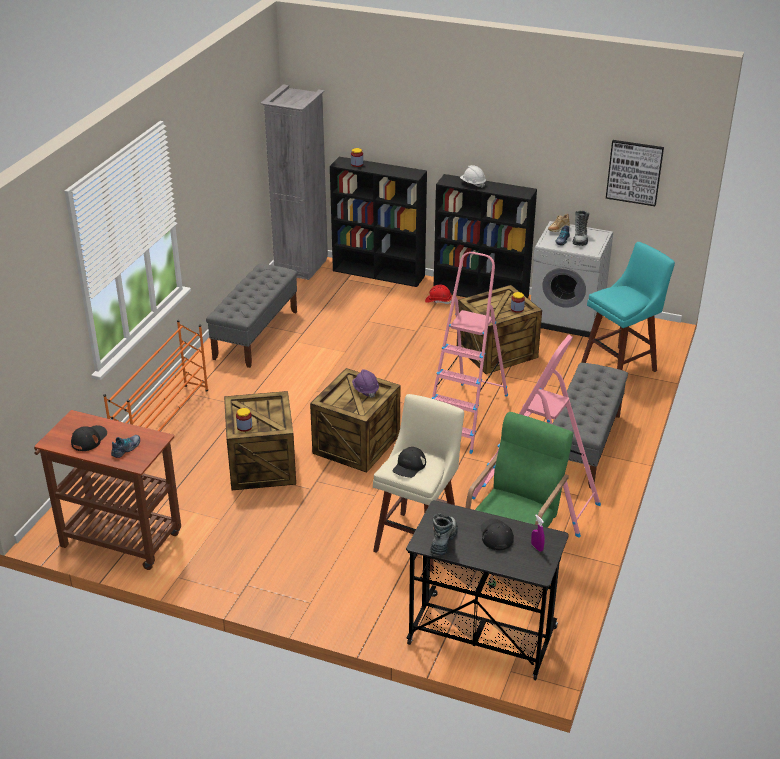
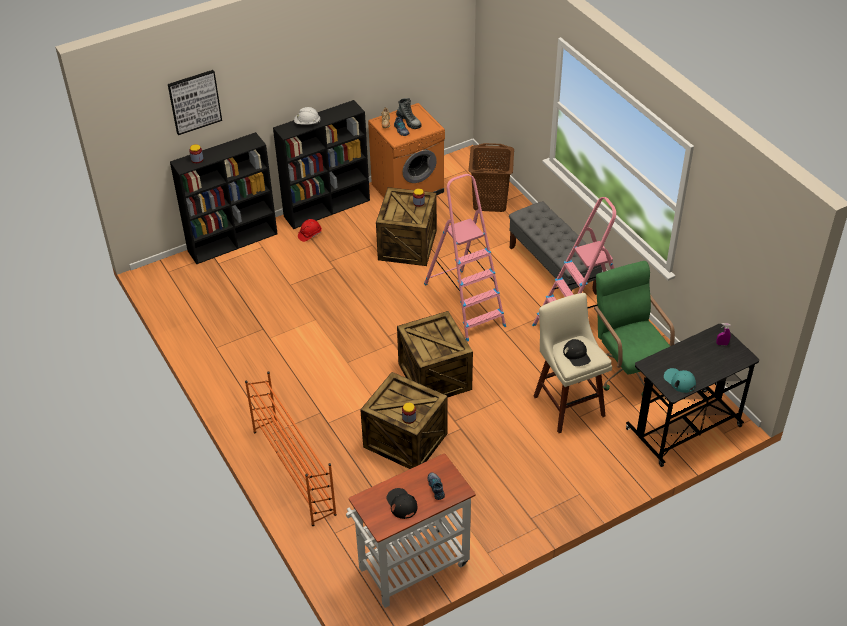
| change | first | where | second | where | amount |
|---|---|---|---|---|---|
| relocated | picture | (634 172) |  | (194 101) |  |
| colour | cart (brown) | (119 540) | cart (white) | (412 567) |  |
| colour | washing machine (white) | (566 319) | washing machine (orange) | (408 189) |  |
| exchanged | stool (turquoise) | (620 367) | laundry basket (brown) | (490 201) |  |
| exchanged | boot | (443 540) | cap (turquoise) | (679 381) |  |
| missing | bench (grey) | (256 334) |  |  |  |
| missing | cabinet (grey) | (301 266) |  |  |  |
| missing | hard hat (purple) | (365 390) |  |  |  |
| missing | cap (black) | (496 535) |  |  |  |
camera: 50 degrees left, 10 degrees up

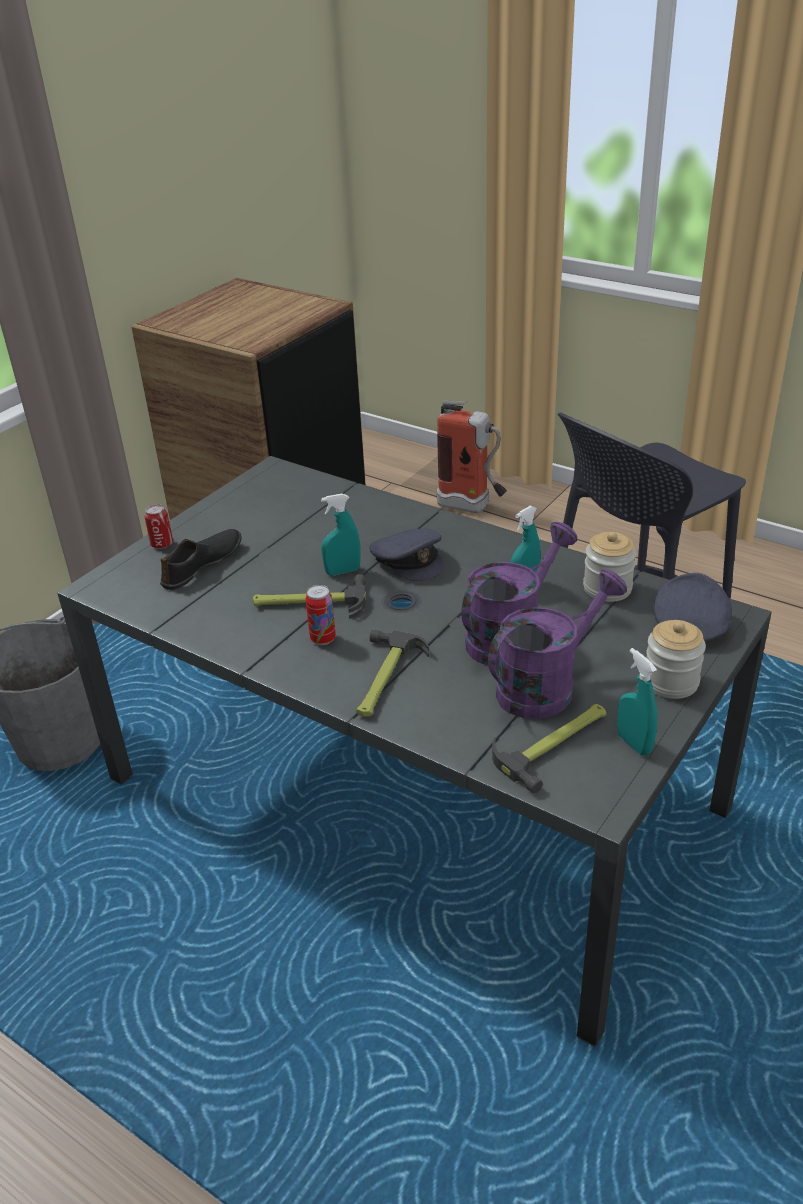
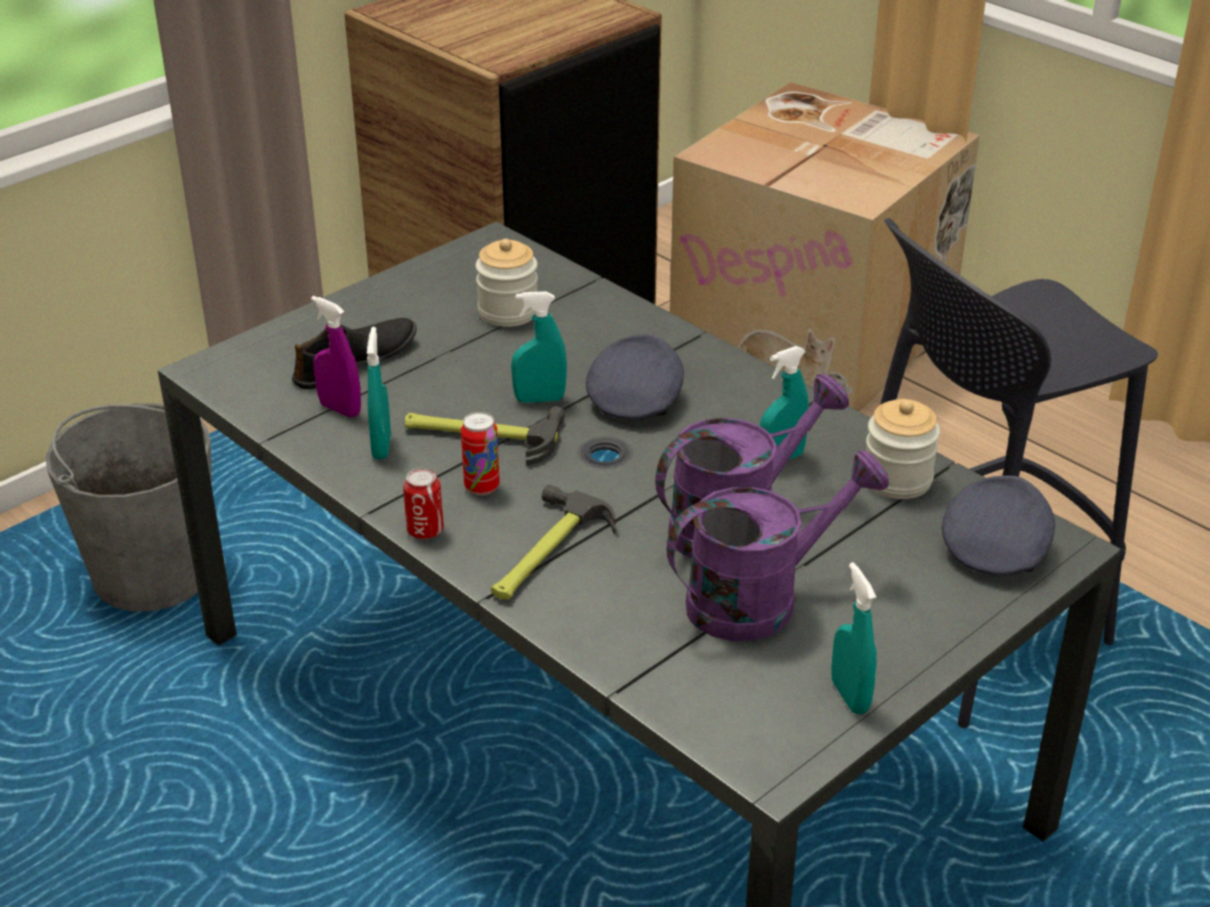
| change | first | where | second | where | amount |
|---|---|---|---|---|---|
| appeared |  |  | spray bottle (purple) | (340 409) |  |
| appeared |  |  | spray bottle (turquoise) | (381 447) |  |
| relocated | can | (162 544) |  | (425 530) |  |
| relocated | jar | (671 682) |  | (508 312) |  |
| spun | cap (grey) | (409 560) |  | (635 398) | 135 degrees counterclockwise |
| exchanged | fire extinguisher | (472 507) | cardboard box | (817 334) |  |
| missing | hammer | (555 744) |  |  |  |
camera: 10 degrees right, 0 degrees up

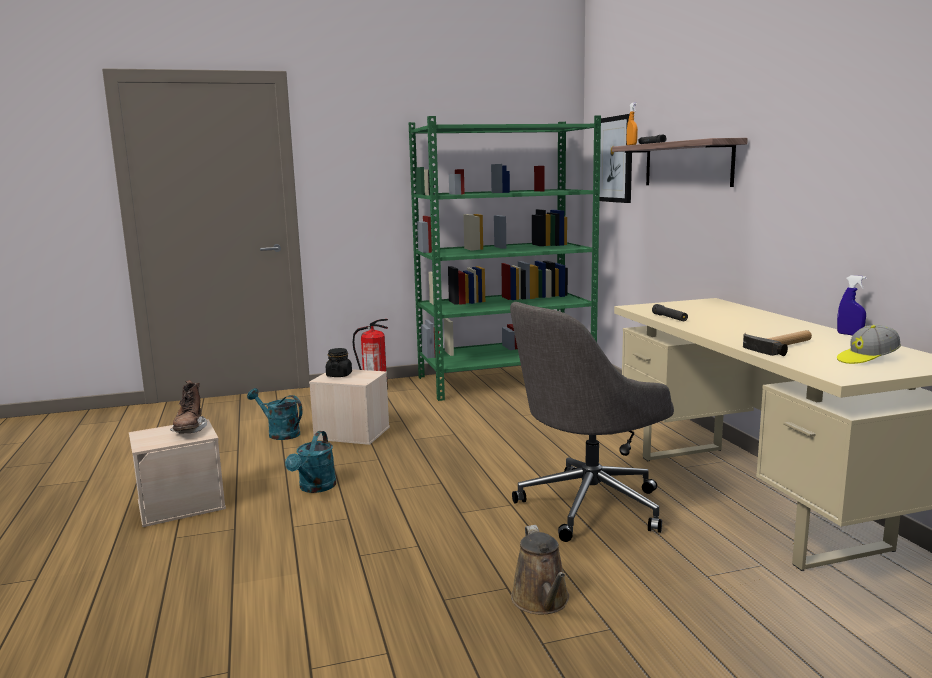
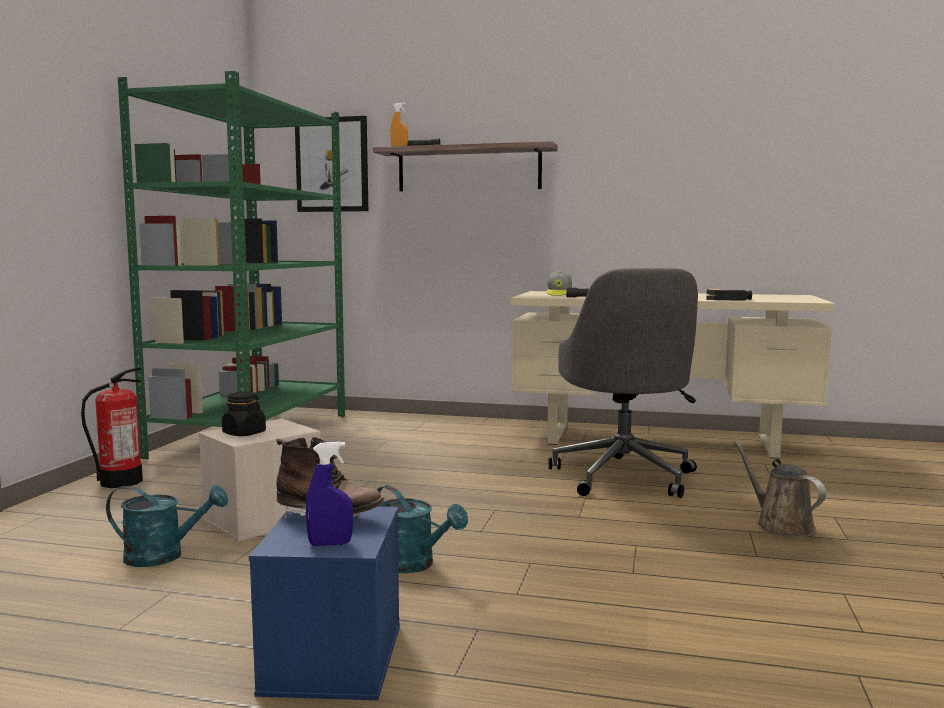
| change | first | where | second | where | amount |
|---|---|---|---|---|---|
| spun | watering can (turquoise) | (279 433) |  | (164 556) | 150 degrees counterclockwise |
| colour | storage box (beige) | (182 504) | storage box (blue) | (331 657) |  |
| relocated | spray bottle (blue) | (849 334) |  | (330 544) |  |
| relocated | cap | (866 359) |  | (558 294) |  |
| spun | watering can (brown) | (542 601) |  | (780 525) | 135 degrees counterclockwise |
camera: 60 degrees left, 5 degrees down

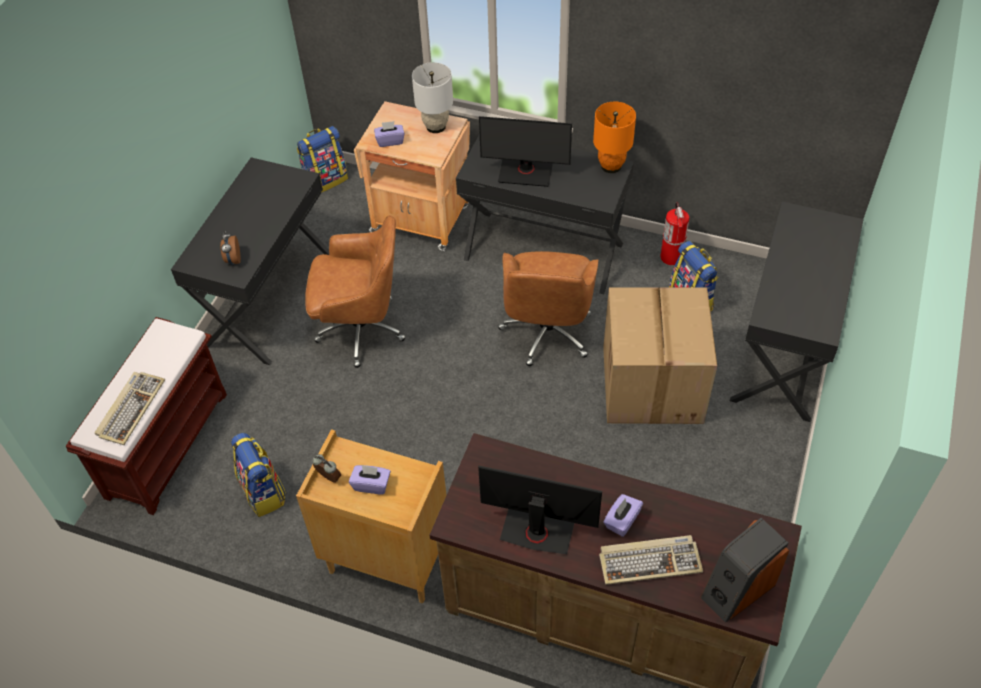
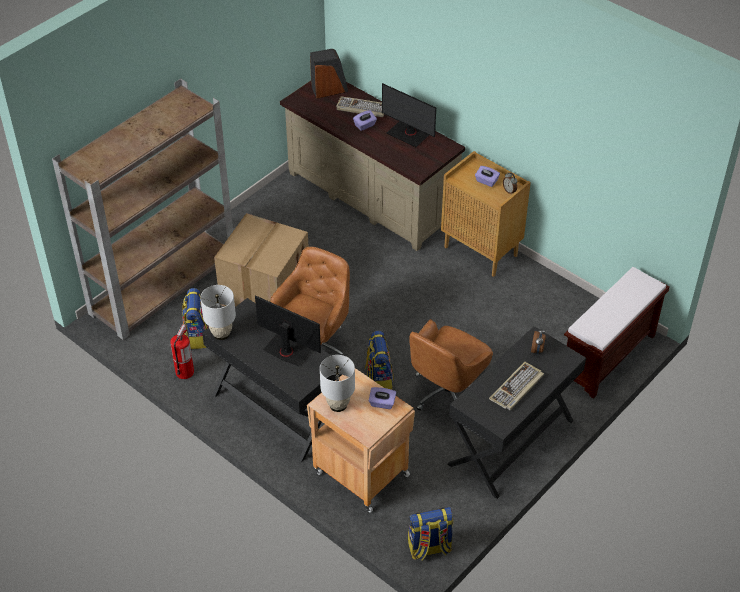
| change | first | where | second | where | amount |
|---|---|---|---|---|---|
| exchanged | desk (black) | (785 350) | bookcase (brown) | (163 284) |  |
| colour | table lamp (orange) | (611 166) | table lamp (white) | (221 333) |  |
| relocated | backpack | (264 492) |  | (378 378) |  |
| spun | office chair (brown) | (361 330) |  | (447 393) | 75 degrees counterclockwise |
| relocated | keyboard | (131 408) |  | (517 388) |  |
camera: 160 degrees left, 5 degrees down

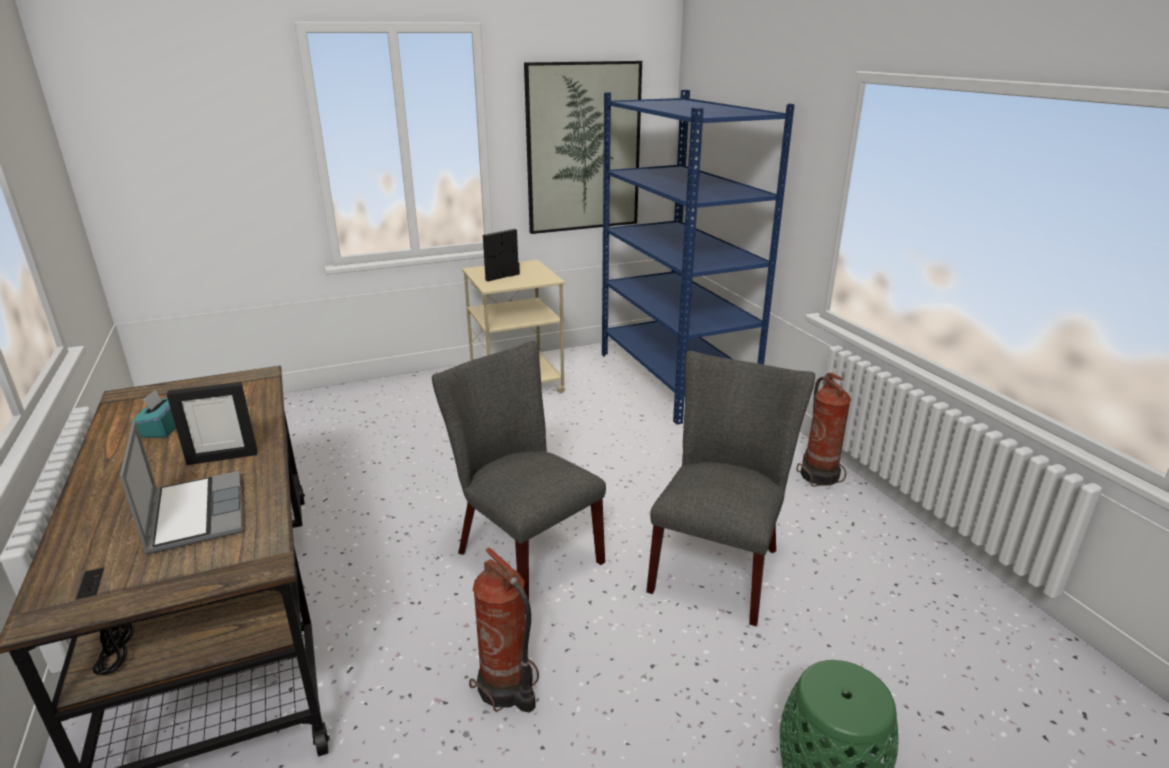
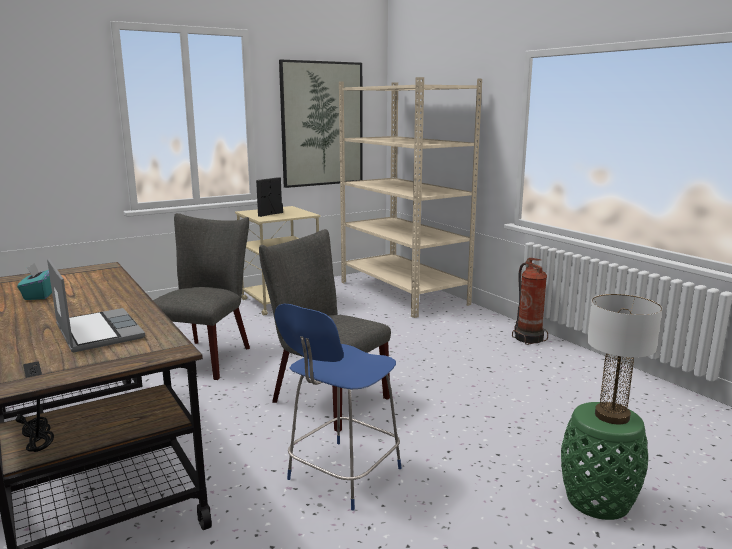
| change | first | where | second | where | amount |
|---|---|---|---|---|---|
| relocated | chair (grey) | (718 564) |  | (207 356) |  |
| exchanged | fire extinguisher | (506 689) | chair (blue) | (342 475) |  |
| colour | bookcase (blue) | (674 379) | bookcase (beige) | (402 293) |  |
| appeared |  |  | table lamp | (612 416) |  |
| missing | picture frame | (222 457) |  |  |  |
camera: 10 degrees left, 10 degrees down

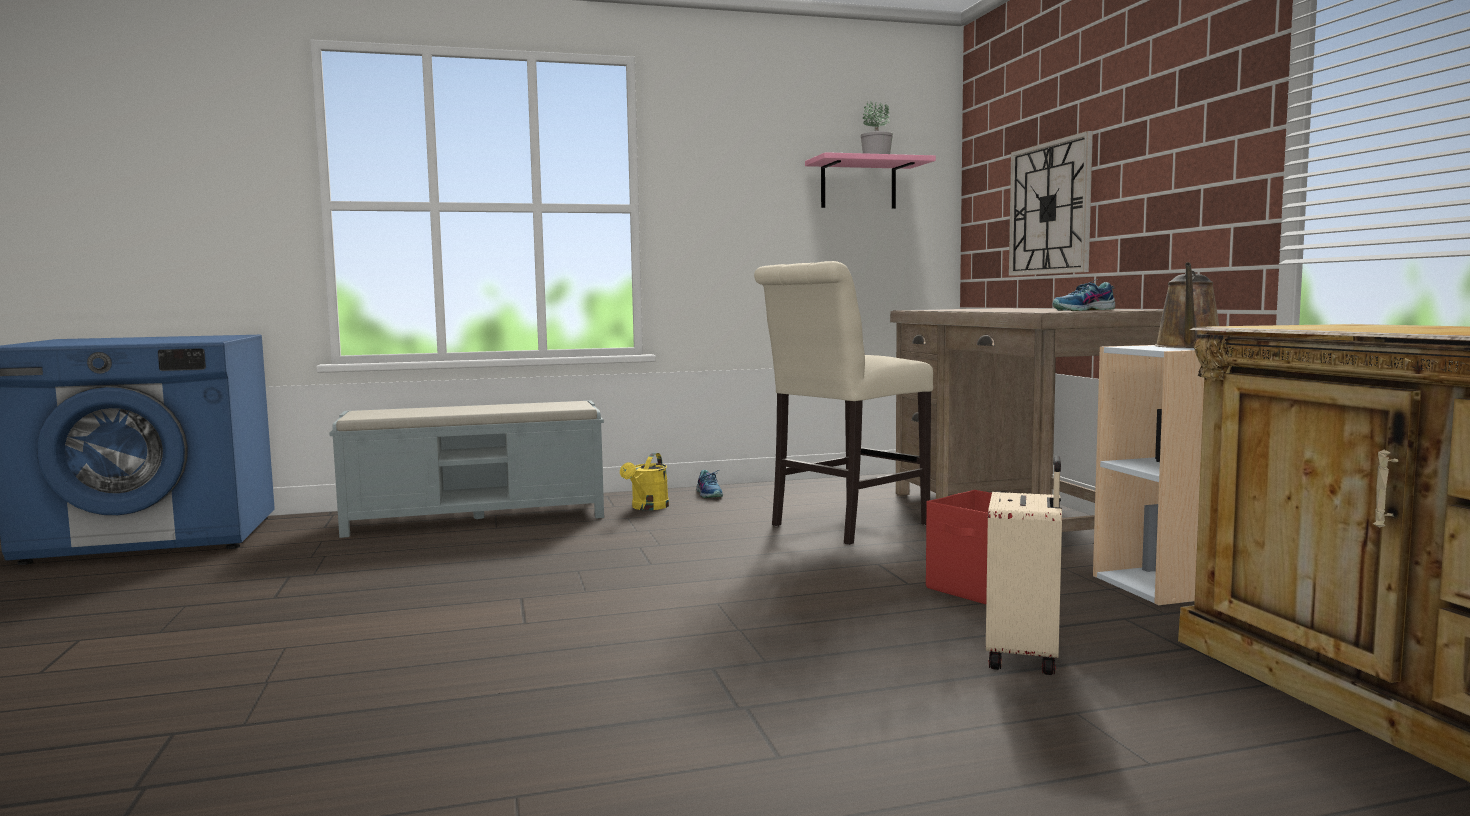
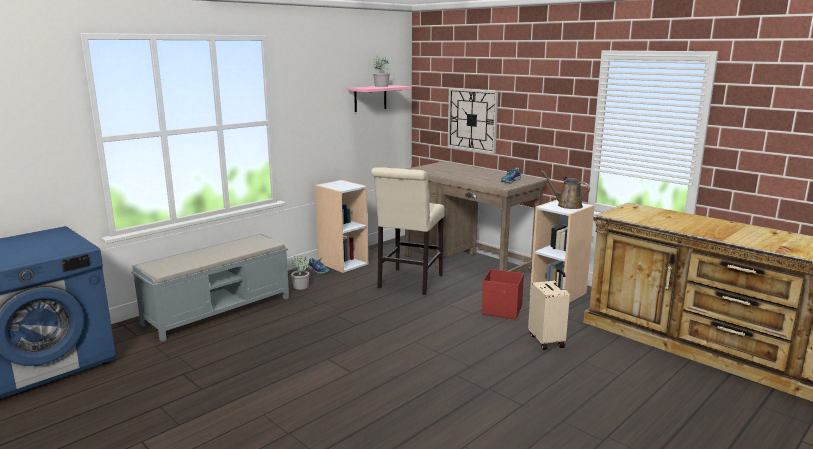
| change | first | where | second | where | amount |
|---|---|---|---|---|---|
| exchanged | watering can (yellow) | (647 507) | potted plant | (301 286) |  |
| appeared |  |  | bookcase | (343 263) |  |
| spun | watering can (brown) | (1188 346) |  | (567 205) | 135 degrees clockwise |
camera: 30 degrees left, 10 degrees up

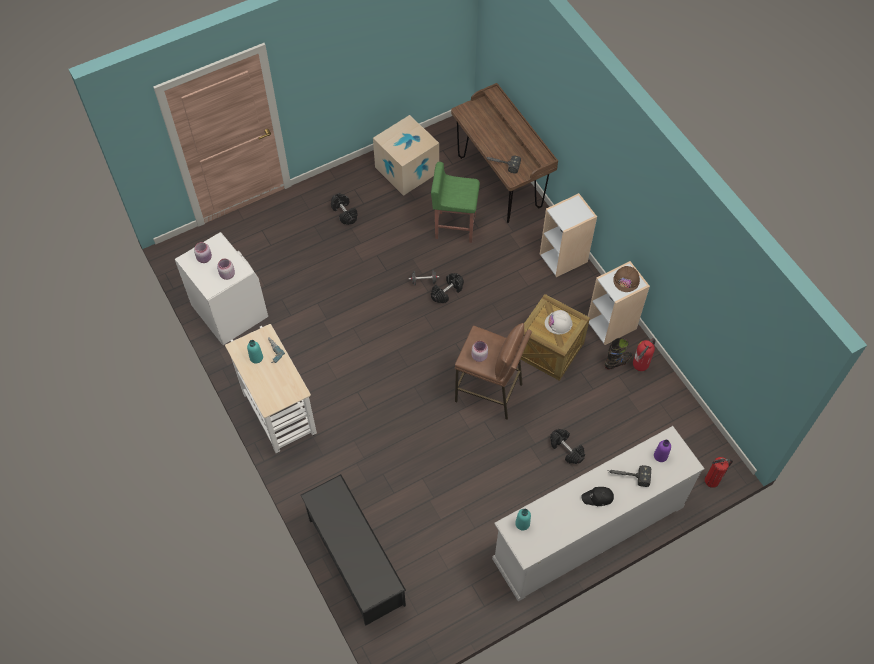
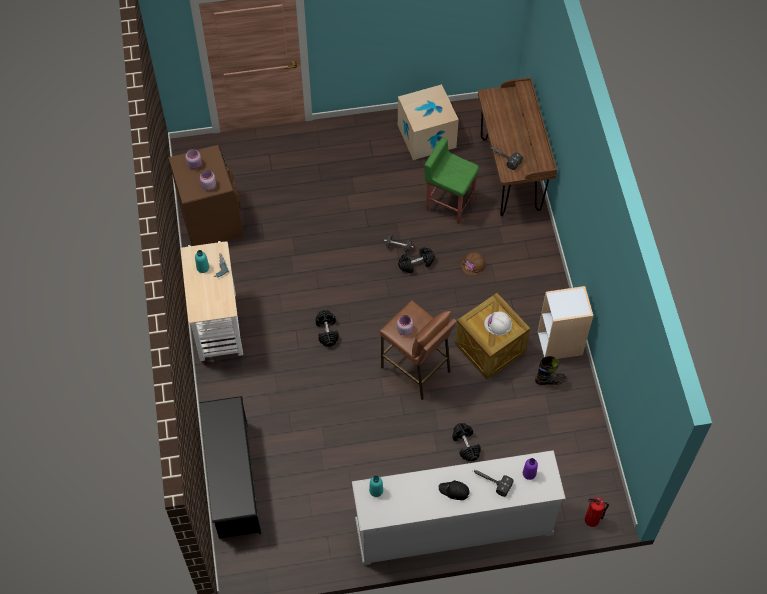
| change | first | where | second | where | amount |
|---|---|---|---|---|---|
| colour | washing machine (white) | (230 310) | washing machine (brown) | (212 219) |  |
| relocated | dumbbell (black) | (344 213) |  | (327 332) |  |
| relocated | hard hat (brown) | (626 280) |  | (473 265) |  |
| missing | bookcase | (564 258) |  |  |  |
| missing | fire extinguisher | (640 367) |  |  |  |
camera: 20 degrees right, 0 degrees up

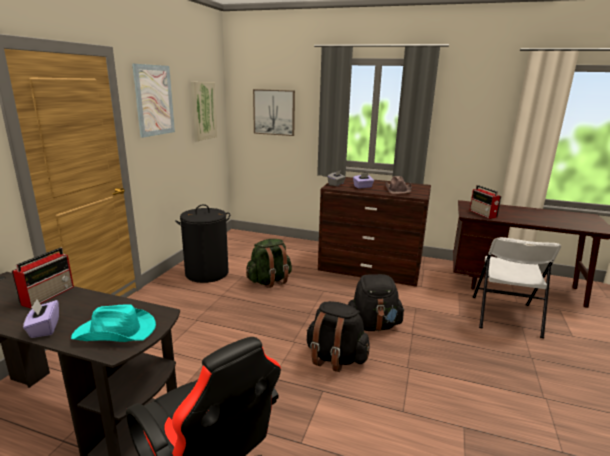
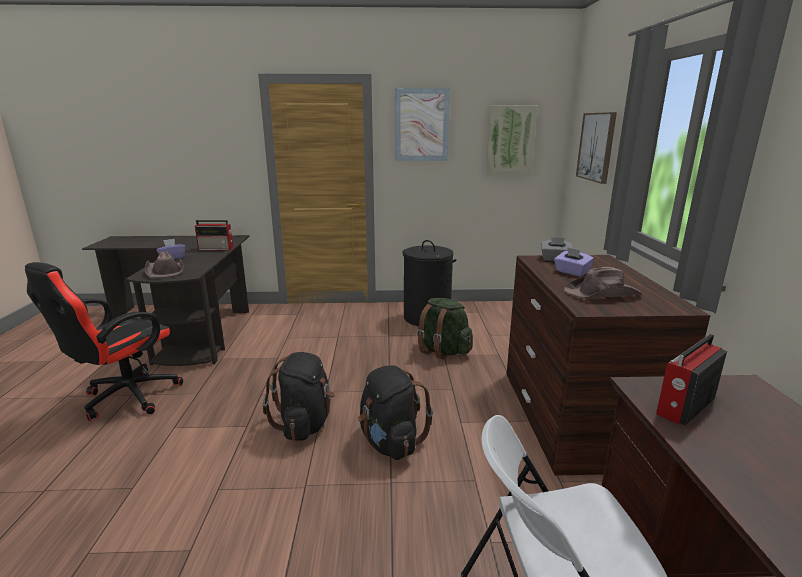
| change | first | where | second | where | amount |
|---|---|---|---|---|---|
| colour | hat (turquoise) | (116 332) | hat (brown) | (165 271) |  |
camera: 70 degrees right, 0 degrees up

